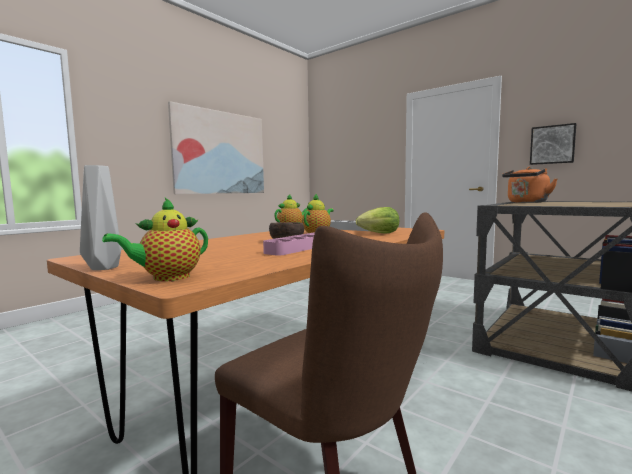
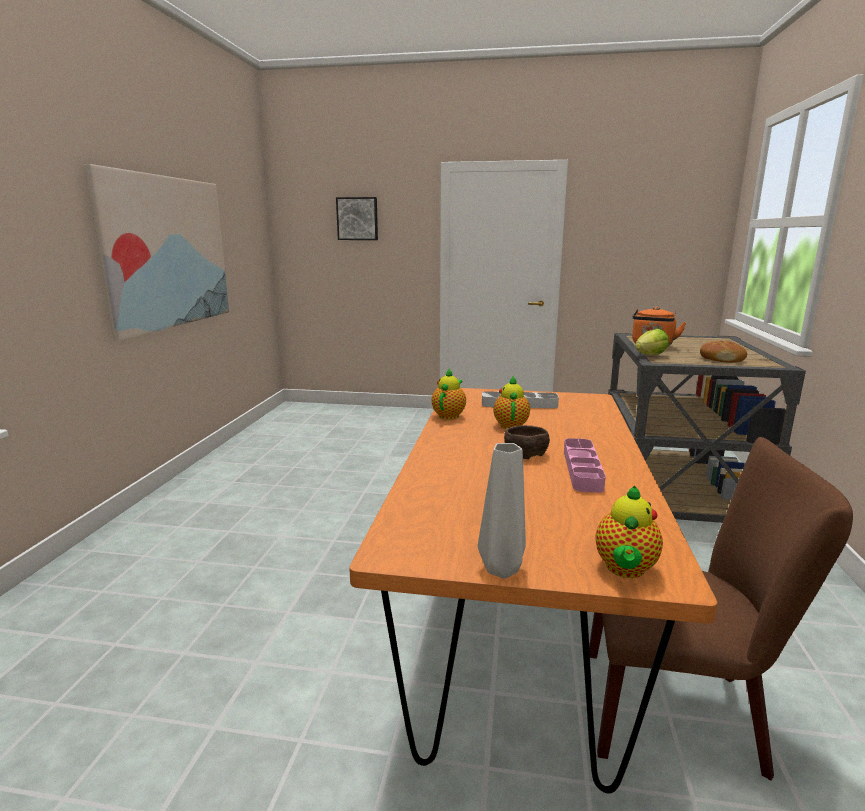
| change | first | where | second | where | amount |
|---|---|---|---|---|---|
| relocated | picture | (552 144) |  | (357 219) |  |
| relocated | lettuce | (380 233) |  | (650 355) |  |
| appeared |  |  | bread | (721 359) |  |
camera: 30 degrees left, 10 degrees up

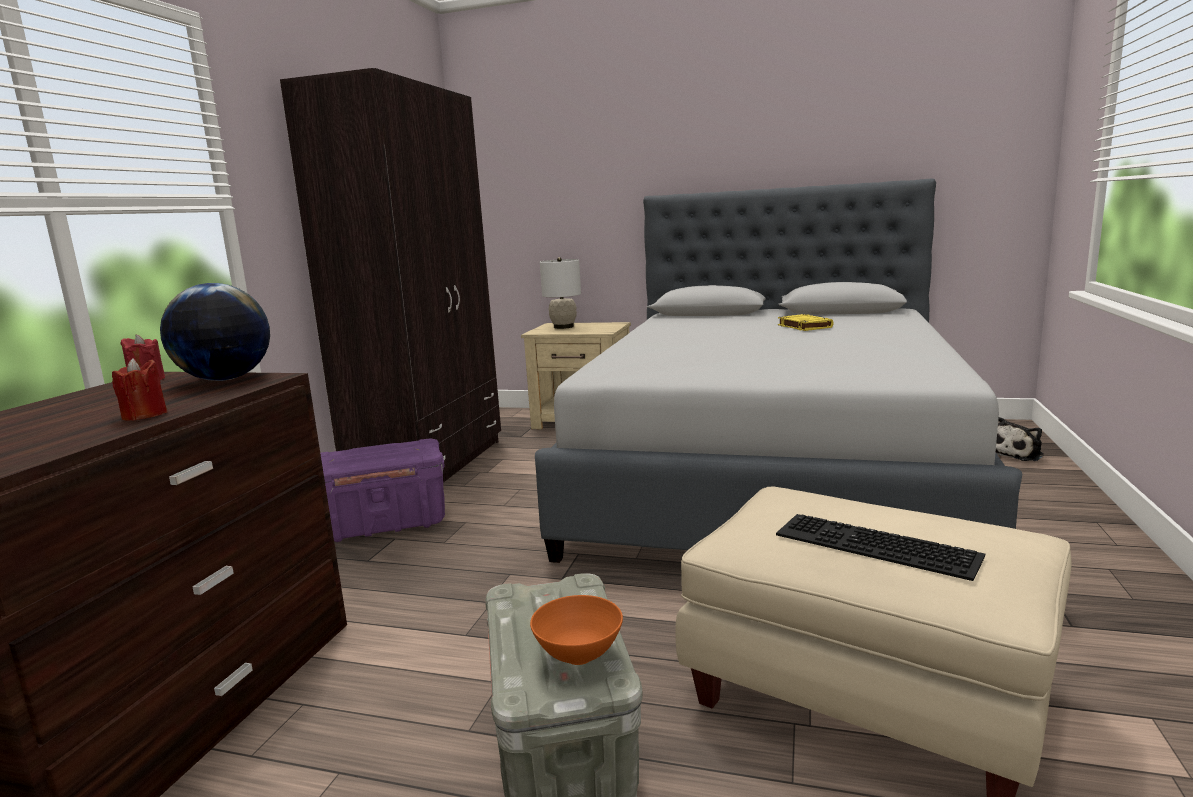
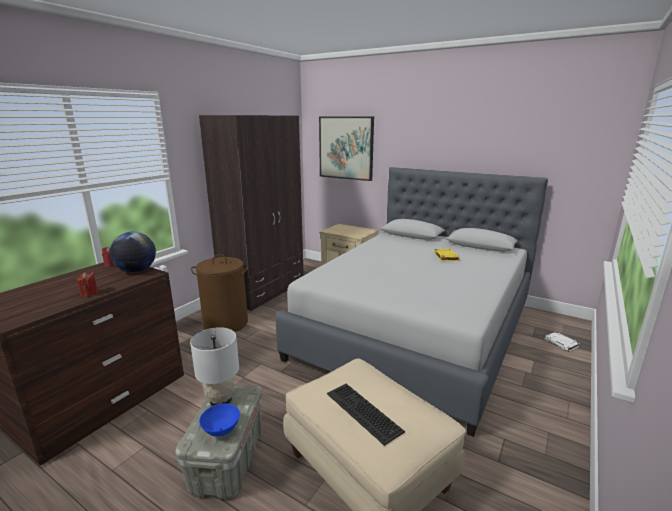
| change | first | where | second | where | amount |
|---|---|---|---|---|---|
| relocated | table lamp (white) | (563 327) |  | (220 399) |  |
| exchanged | storage box (purple) | (382 525) | laundry basket (brown) | (225 323) |  |
| colour | bowl (orange) | (580 656) | bowl (blue) | (222 431) |  |
| appeared |  |  | picture | (346 148) |  |
| exchanged | plush toy | (1016 454) | book (white) | (561 343) |  |
camera: 15 degrees right, 5 degrees up

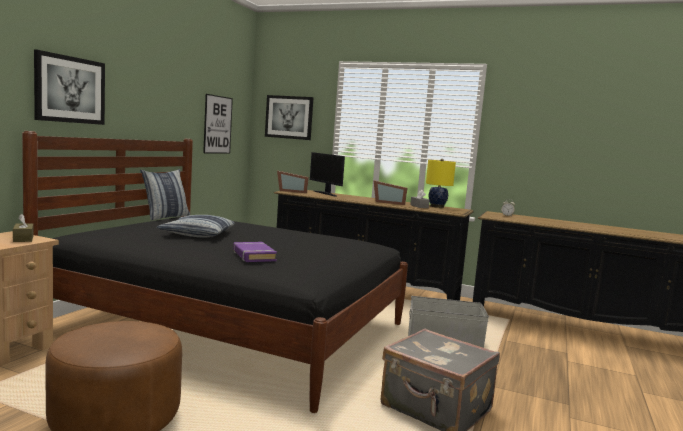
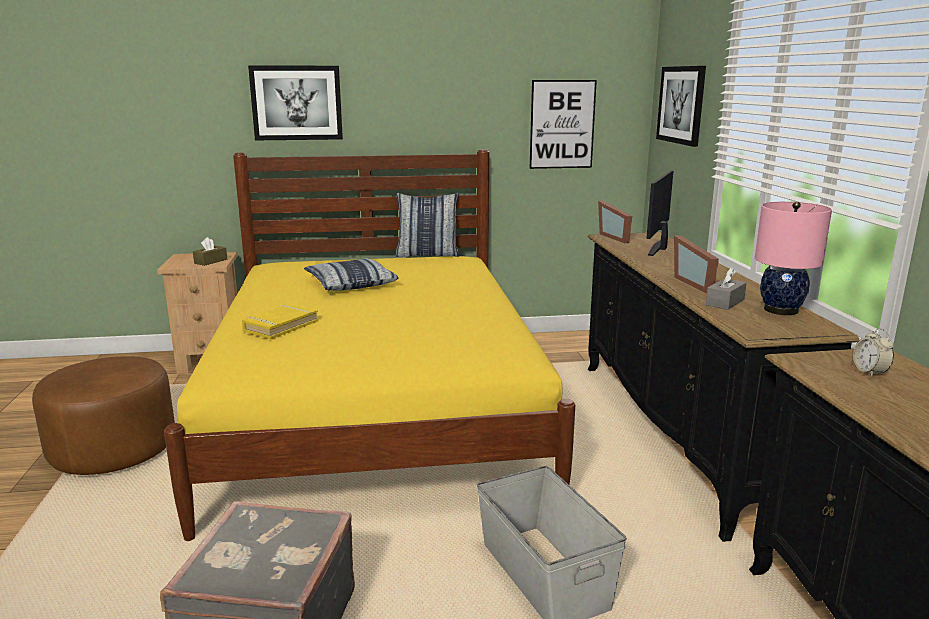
| change | first | where | second | where | amount |
|---|---|---|---|---|---|
| colour | bed (black) | (229 327) | bed (yellow) | (376 412) |  |
| colour | book (purple) | (253 256) | book (yellow) | (280 326) |  |
| colour | table lamp (yellow) | (437 206) | table lamp (pink) | (781 310) |  |
camera: 60 degrees right, 10 degrees up

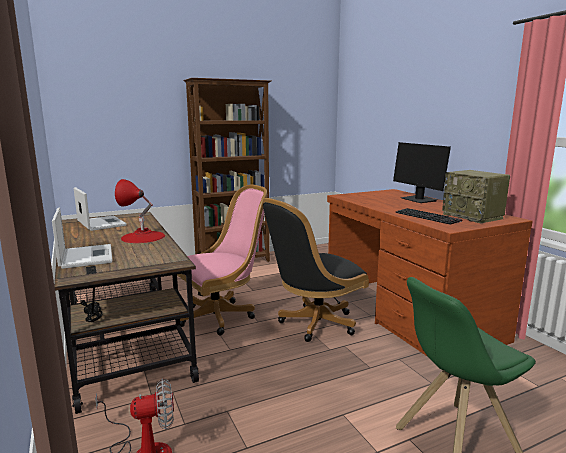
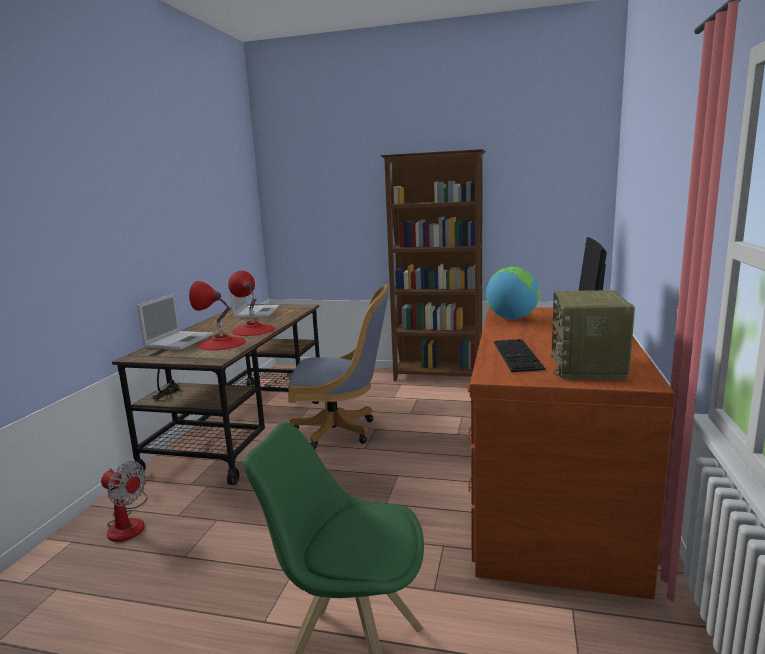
| change | first | where | second | where | amount |
|---|---|---|---|---|---|
| appeared |  |  | table lamp (red) | (221 343) |  |
| colour | office chair (pink) | (222 315) | office chair (blue) | (342 431) |  |
| appeared |  |  | globe | (511 318) |  |
| missing | office chair (black) | (312 326) |  |  |  |
camera: 40 degrees right, 0 degrees up

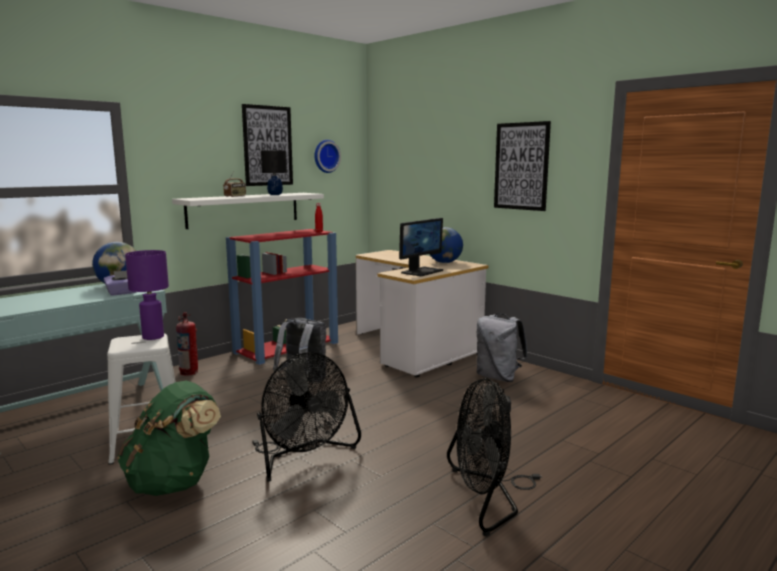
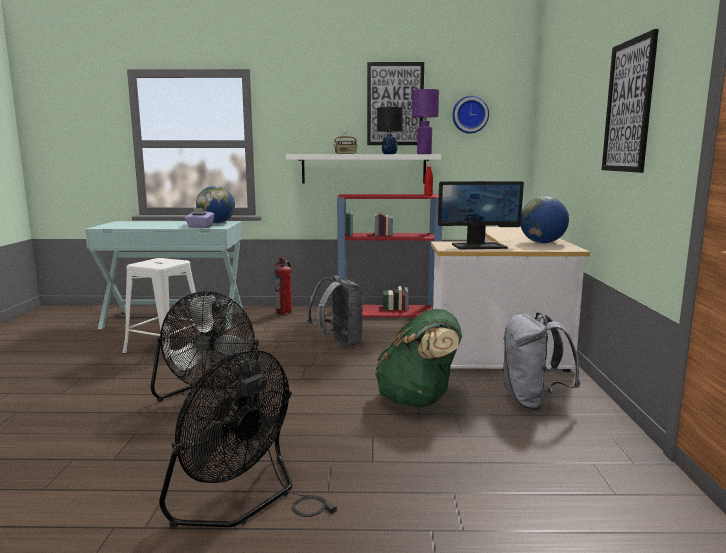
| change | first | where | second | where | amount |
|---|---|---|---|---|---|
| relocated | backpack (green) | (174 482) |  | (418 400) |  |
| relocated | table lamp (purple) | (153 337) |  | (424 154) |  |
camera: 45 degrees right, 0 degrees up

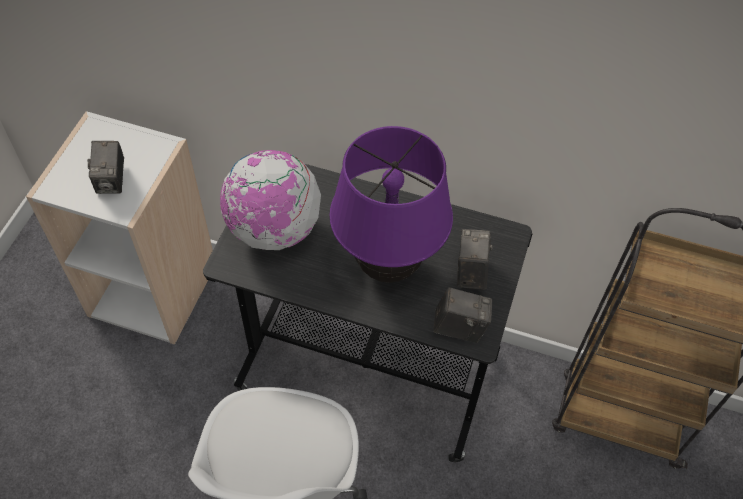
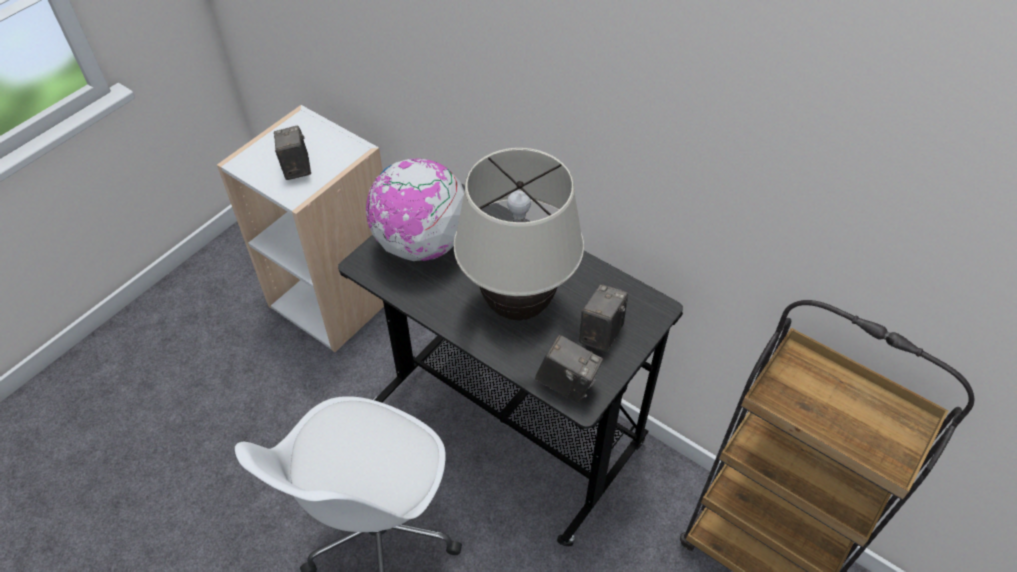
| change | first | where | second | where | amount |
|---|---|---|---|---|---|
| spun | photo camera | (112 181) |  | (296 168) | 150 degrees clockwise |
| colour | table lamp (purple) | (388 266) | table lamp (beige) | (518 306) |  |
camera: 20 degrees right, 5 degrees down

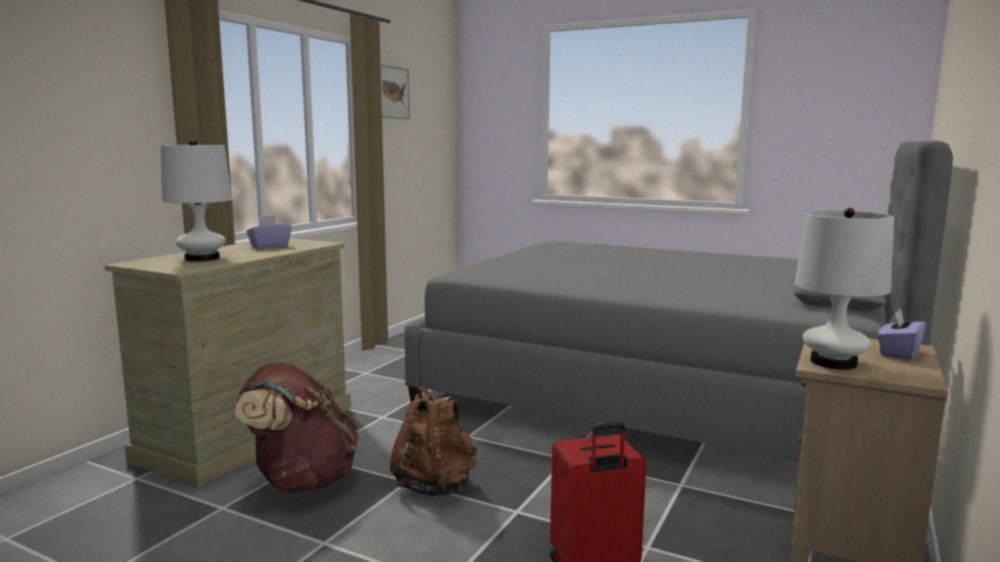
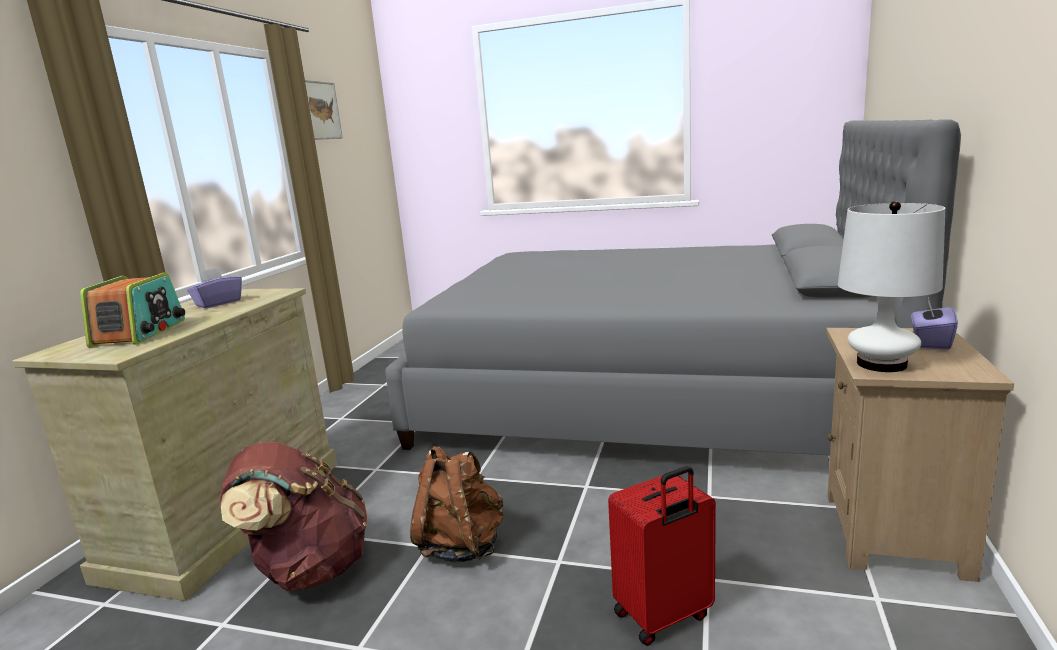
| change | first | where | second | where | amount |
|---|---|---|---|---|---|
| exchanged | table lamp (white) | (202 258) | radio | (141 333) |  |
camera: 10 degrees left, 5 degrees up

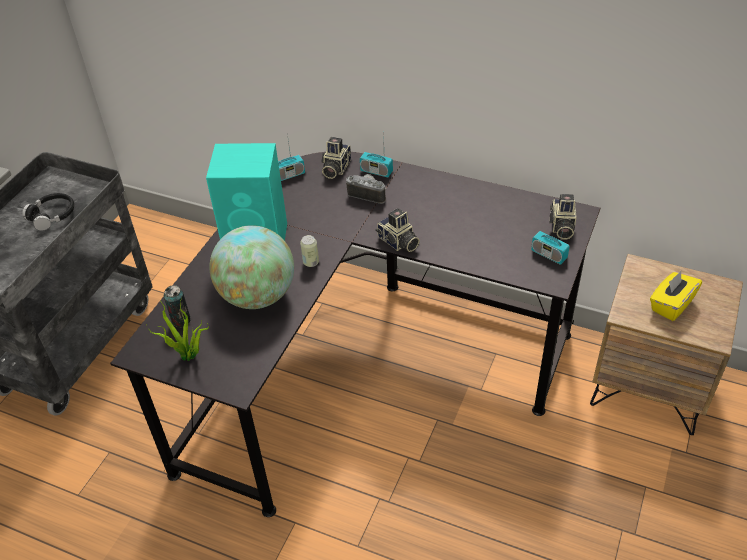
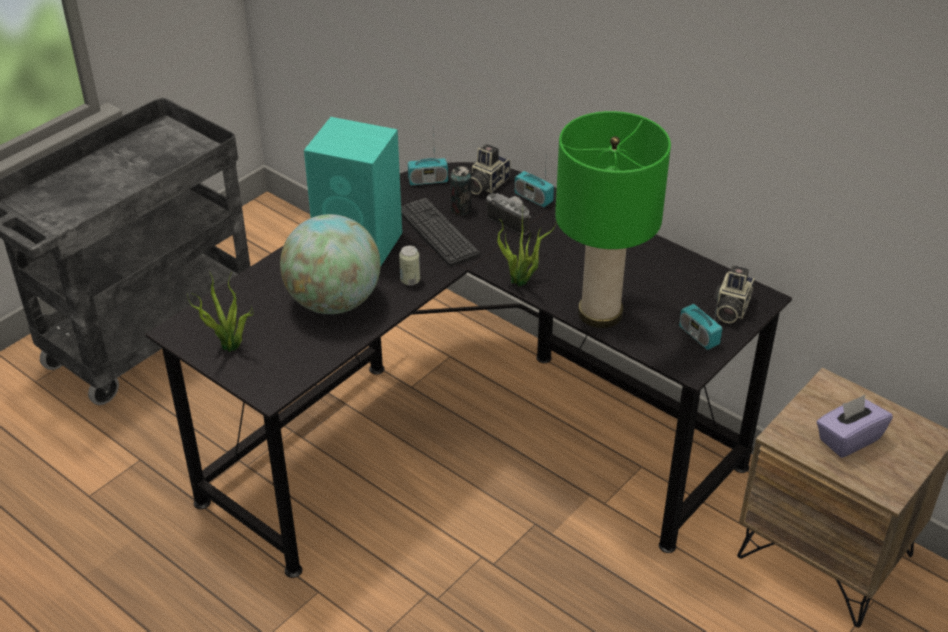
| change | first | where | second | where | amount |
|---|---|---|---|---|---|
| appeared |  |  | keyboard | (437 233) |  |
| relocated | can | (181 320) |  | (460 209) |  |
| exchanged | photo camera | (398 242) | potted plant | (521 282) |  |
| appeared |  |  | table lamp (green) | (599 313) |  |
| colour | tissue box (yellow) | (671 305) | tissue box (purple) | (848 439) |  |
| missing | headphones (black) | (52 215) |  |  |  |
camera: 15 degrees right, 5 degrees down

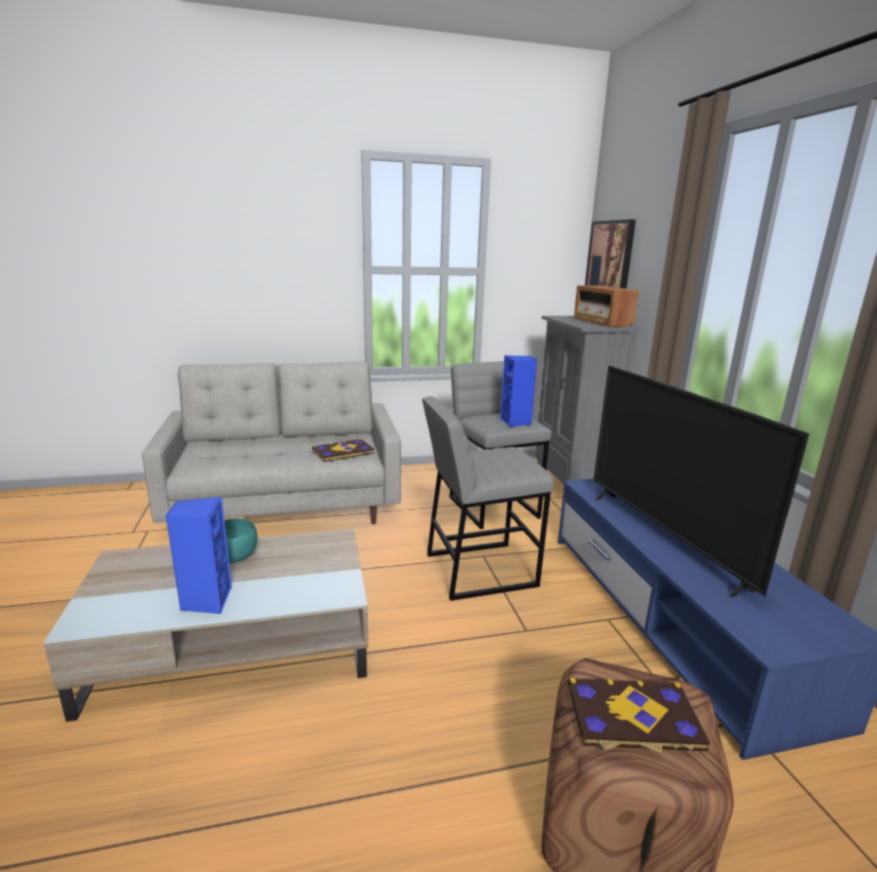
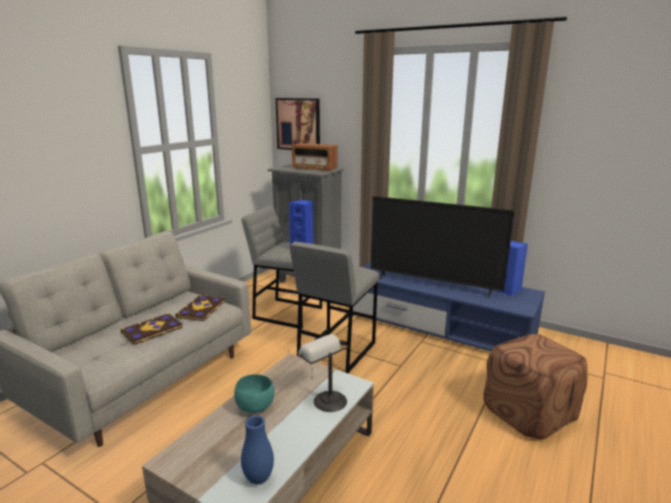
| change | first | where | second | where | amount |
|---|---|---|---|---|---|
| relocated | book | (633 718) |  | (152 330) |  |
| appeared |  |  | vase (blue) | (258 478) |  |
| appeared |  |  | table lamp | (325 398) |  |
| relocated | speaker (blue) | (206 601) |  | (507 291) |  |
camera: 45 degrees left, 0 degrees up

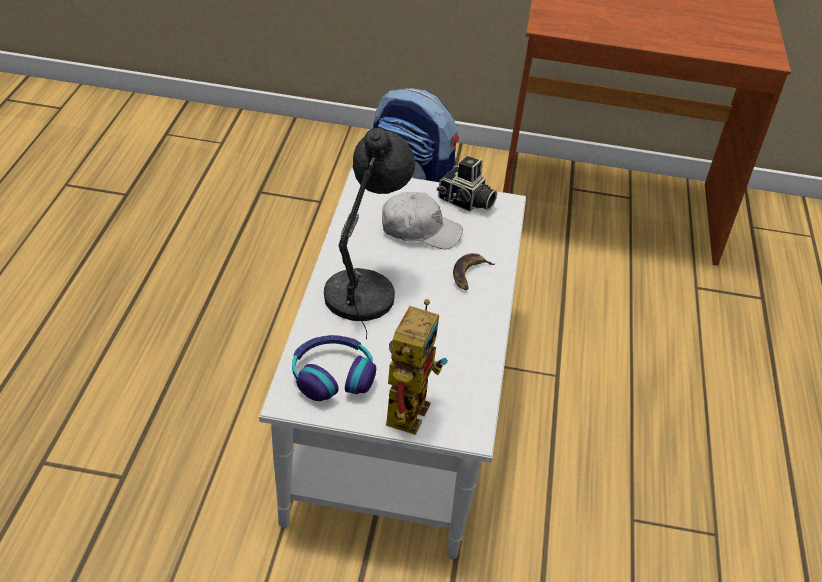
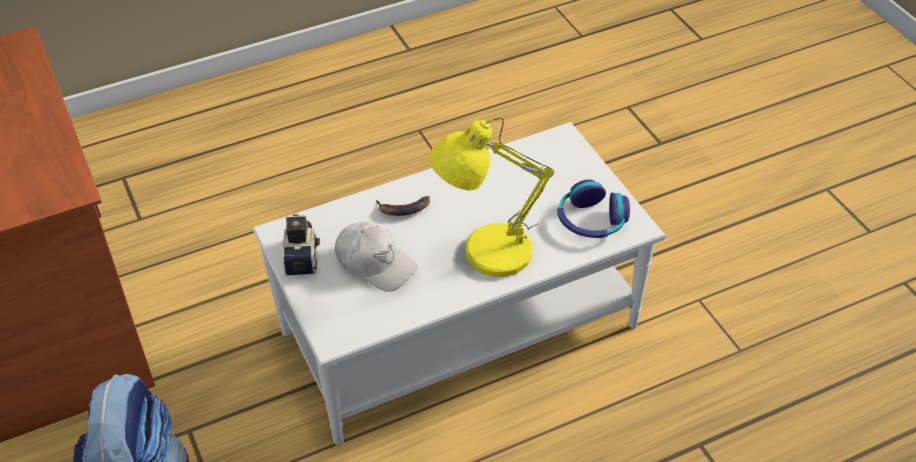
| change | first | where | second | where | amount |
|---|---|---|---|---|---|
| spun | cap (white) | (419 230) |  | (375 263) | 150 degrees clockwise |
| colour | table lamp (grey) | (364 291) | table lamp (yellow) | (489 253) |  |
| missing | toy robot | (407 404) |  |  |  |
camera: 120 degrees left, 5 degrees up

